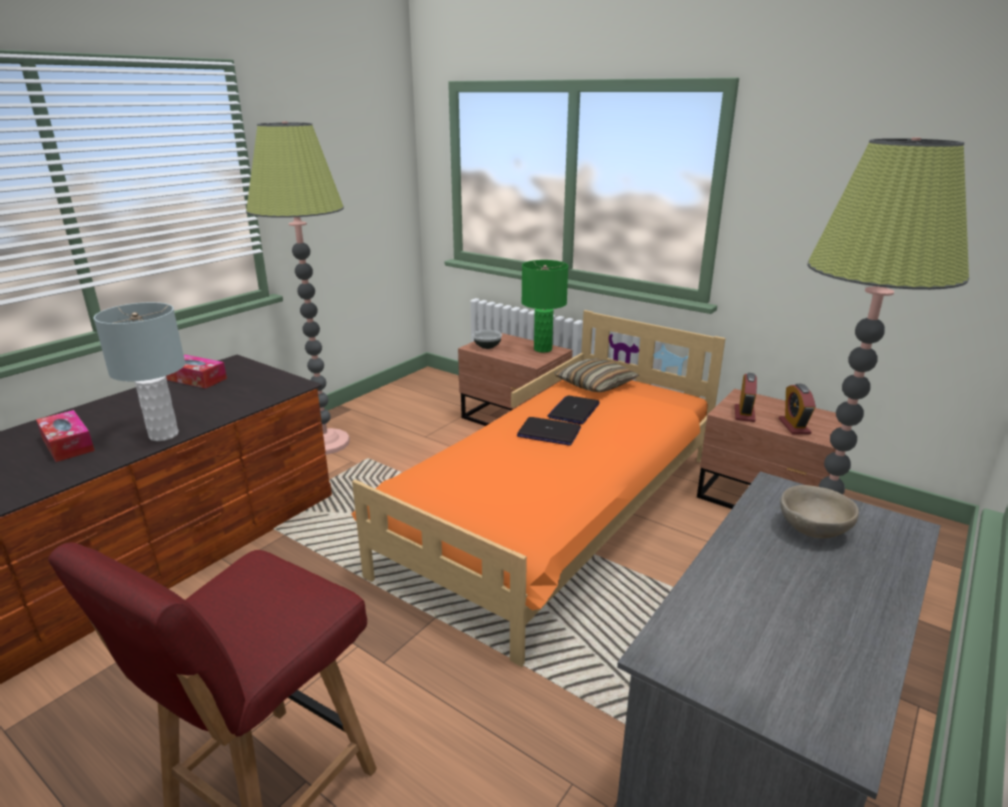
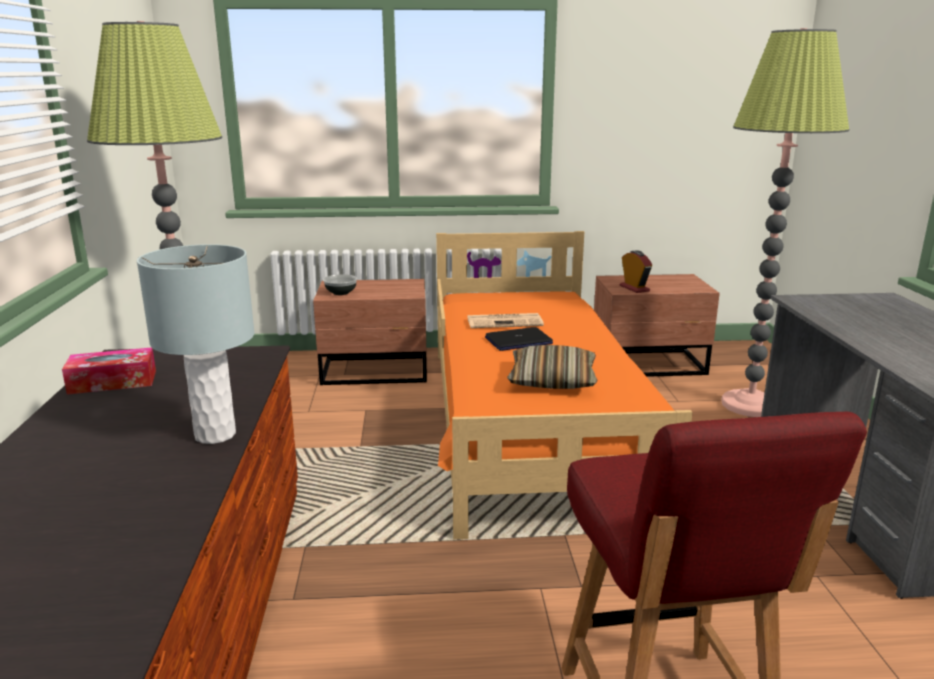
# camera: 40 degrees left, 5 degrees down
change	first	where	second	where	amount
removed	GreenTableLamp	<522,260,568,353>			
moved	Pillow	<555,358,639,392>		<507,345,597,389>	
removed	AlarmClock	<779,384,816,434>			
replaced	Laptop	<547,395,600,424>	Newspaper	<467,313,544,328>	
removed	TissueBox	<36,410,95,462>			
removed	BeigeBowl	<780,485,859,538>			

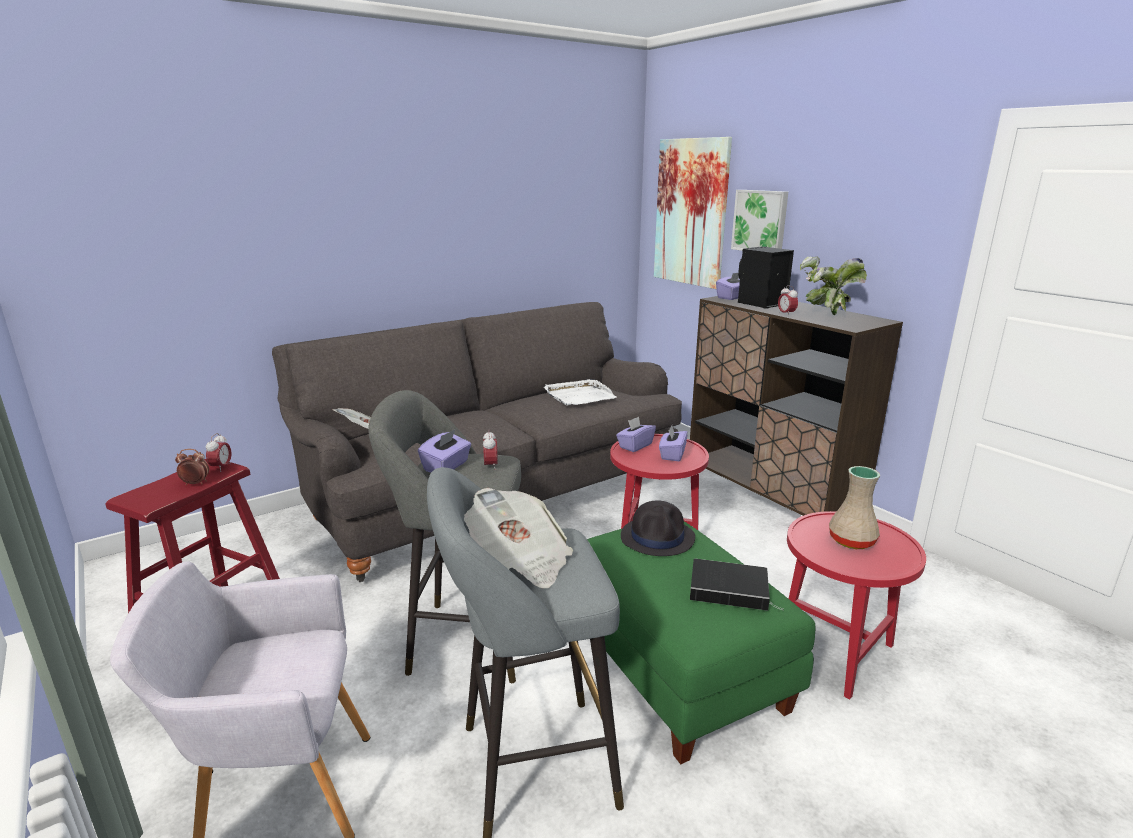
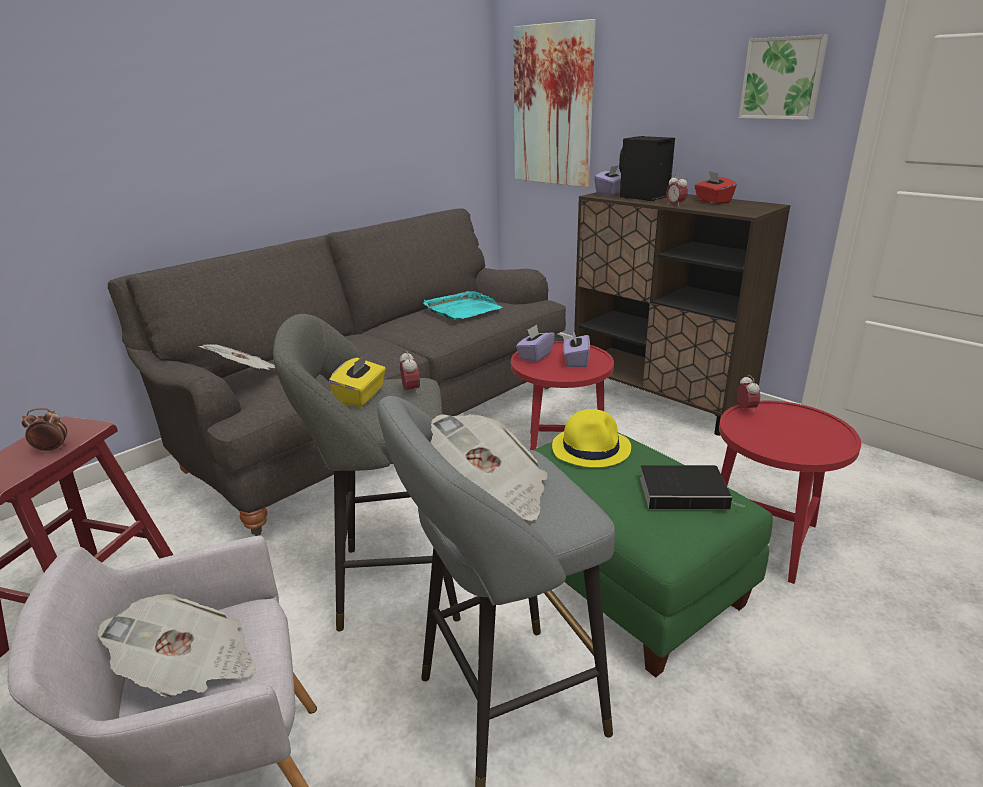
# camera: 10 degrees left, 5 degrees up
change	first	where	second	where	amount
moved	Picture	<731,190,788,251>		<739,35,828,120>	
replaced	PottedPlant	<800,256,867,315>	RedTissueBox	<695,171,737,204>	
recoloured	WhiteTray	<544,379,617,405>	TurquoiseTray	<423,291,503,320>	
recoloured	PurpleTissueBox	<418,430,471,472>	YellowTissueBox	<329,353,386,407>	
moved	AlarmClock	<206,433,232,472>		<737,375,760,414>	
removed	BeigeVase	<829,466,880,549>			
recoloured	BlackHat	<621,500,695,556>	YellowHat	<552,409,631,468>	
added			Newspaper	<98,594,256,697>	

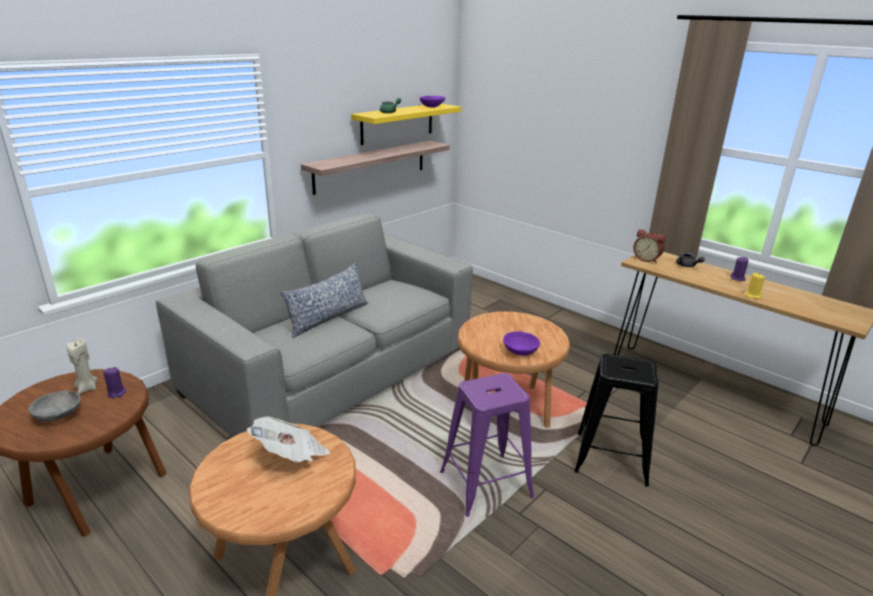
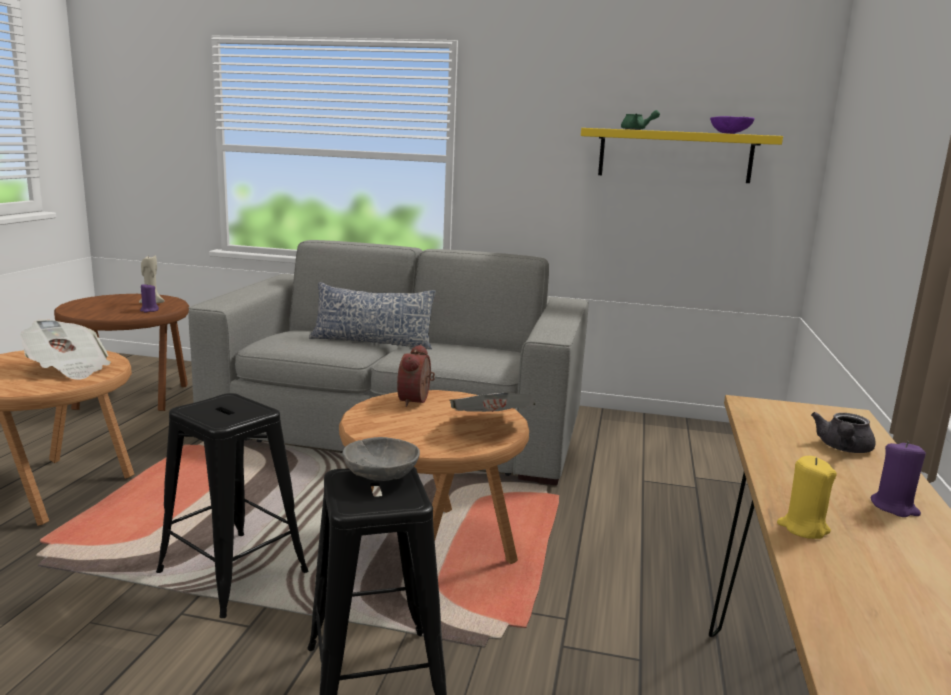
# camera: 60 degrees right, 10 degrees down
change	first	where	second	where	amount
removed	Shelf	<301,141,450,195>			
moved	AlarmClock	<633,229,666,263>		<397,344,435,407>	
removed	PurpleBowl	<503,331,540,356>			
recoloured	PurpleStool	<440,373,534,517>	BlackStool	<156,393,308,618>	
moved	GreyBowl	<28,390,81,422>		<342,437,420,481>	
added			Newspaper	<450,393,536,412>	

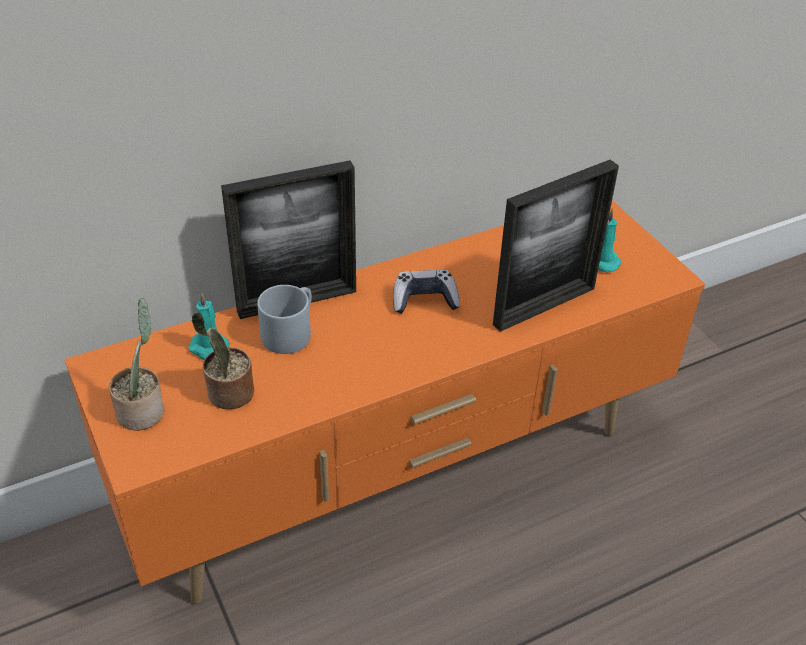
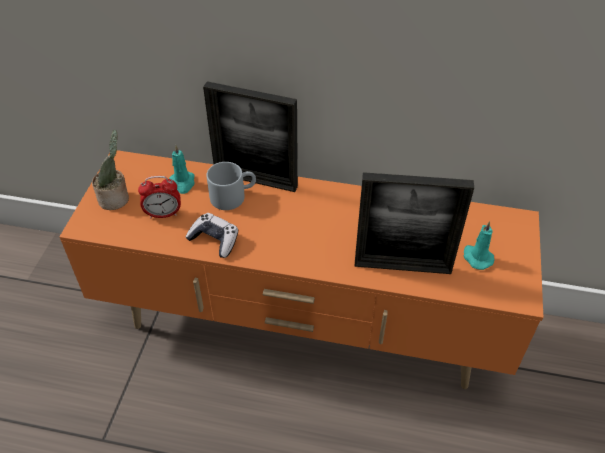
# camera: 40 degrees right, 5 degrees up
change	first	where	second	where	amount
moved	GameController	<393,269,460,314>		<186,213,238,258>	
replaced	PottedPlant	<191,311,254,409>	AlarmClock	<138,176,181,219>	

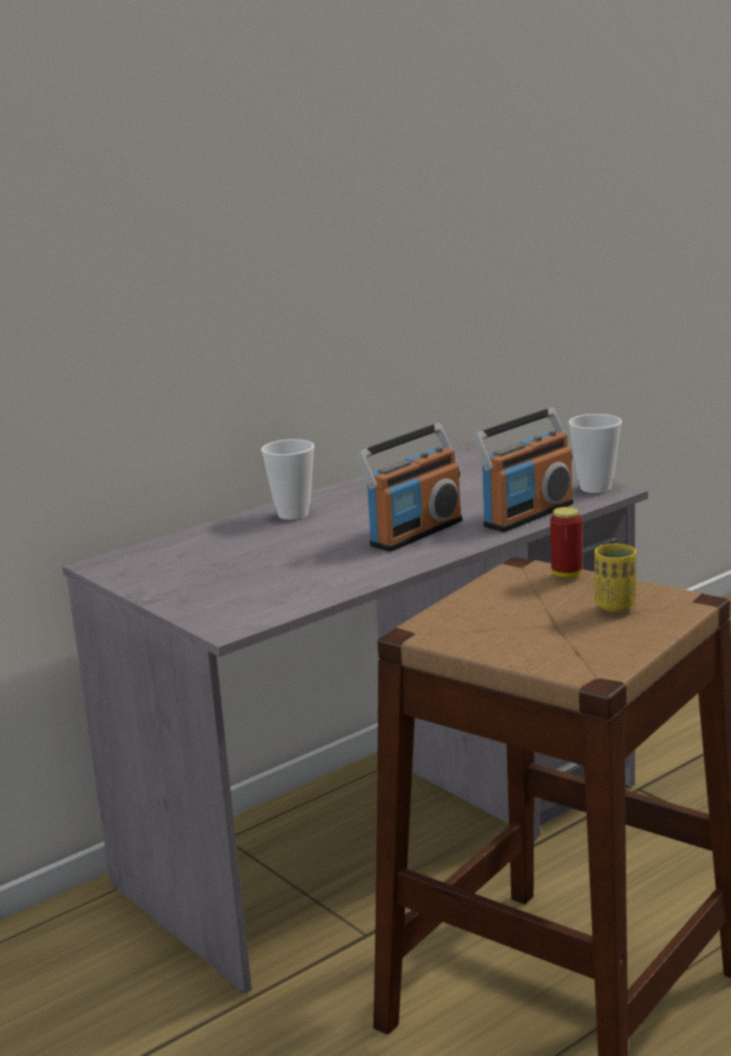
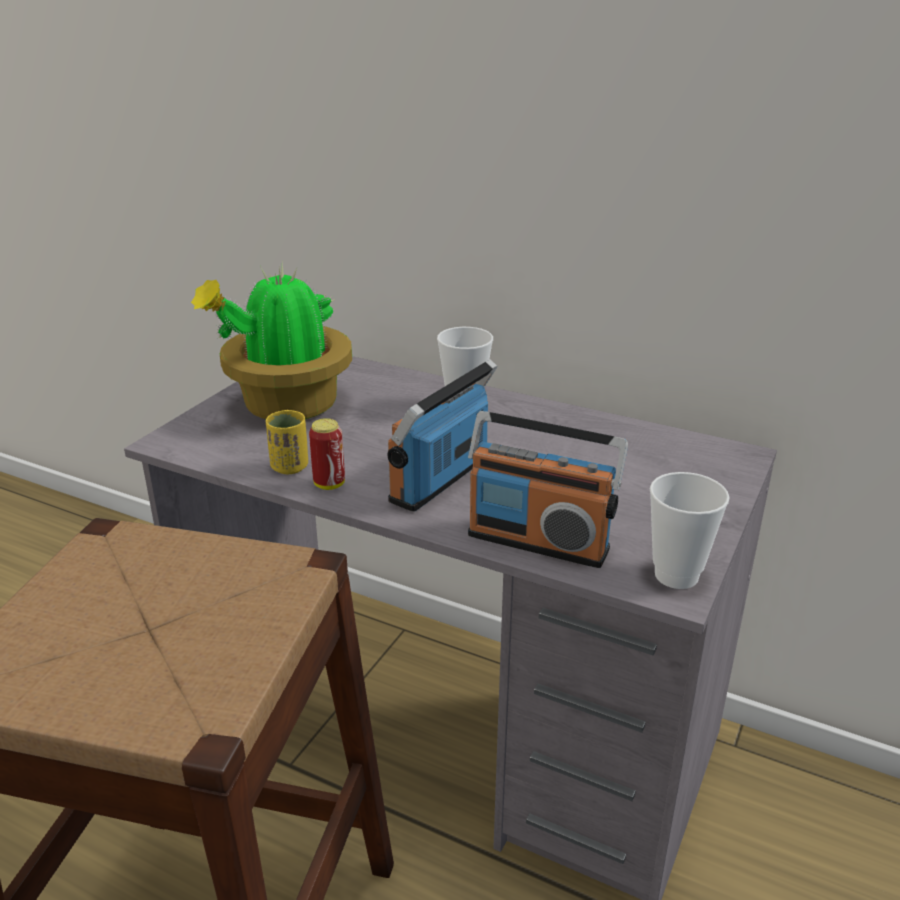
# camera: 65 degrees right, 10 degrees up
change	first	where	second	where	amount
turned	Radio	<356,423,462,552>		<387,359,497,512>	105 degrees clockwise
moved	Can	<550,507,583,578>		<309,418,345,490>	
moved	YellowCup	<594,544,636,612>		<266,410,308,474>	
added			PottedPlant	<191,262,352,419>	

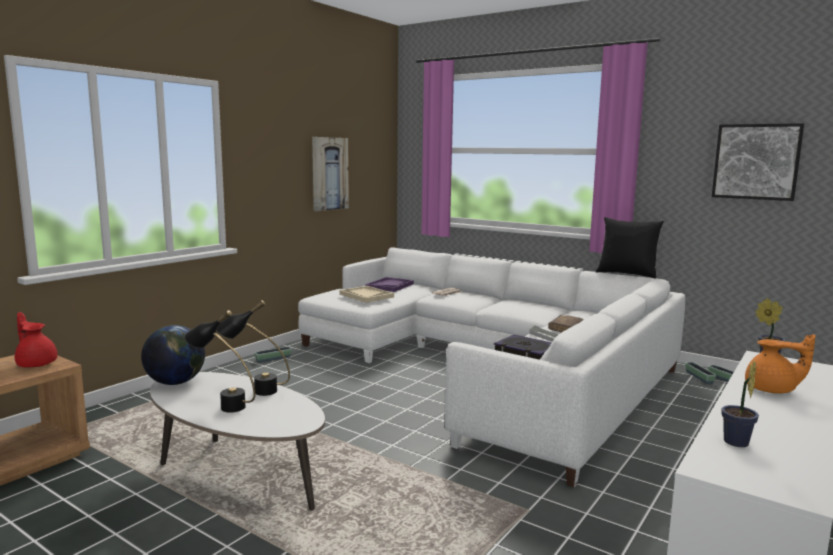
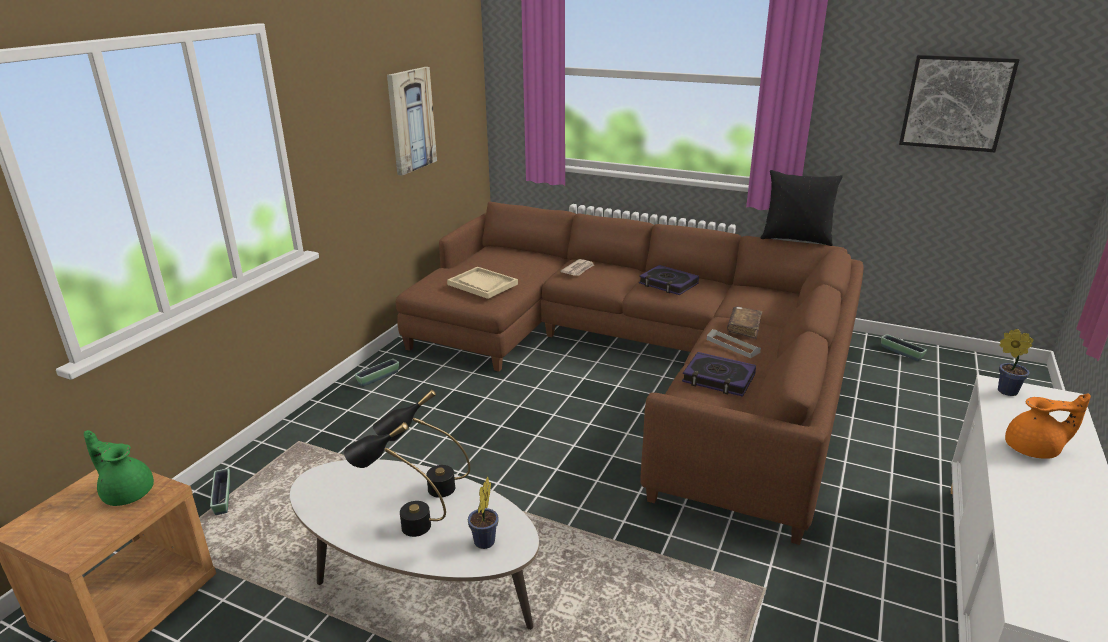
# camera: 10 degrees left, 15 degrees up
change	first	where	second	where	amount
recoloured	WhiteSofa	<298,247,685,487>	BrownSofa	<396,202,863,545>	
removed	PurpleTray	<365,277,414,292>			
recoloured	RedTeapot	<15,312,58,368>	GreenTeapot	<84,430,154,506>	
removed	Globe	<141,325,205,385>			
moved	PottedPlant	<721,361,759,447>		<468,477,499,549>	
moved	Planter	<685,362,716,384>		<210,468,230,515>	
added			Book	<639,265,699,295>	

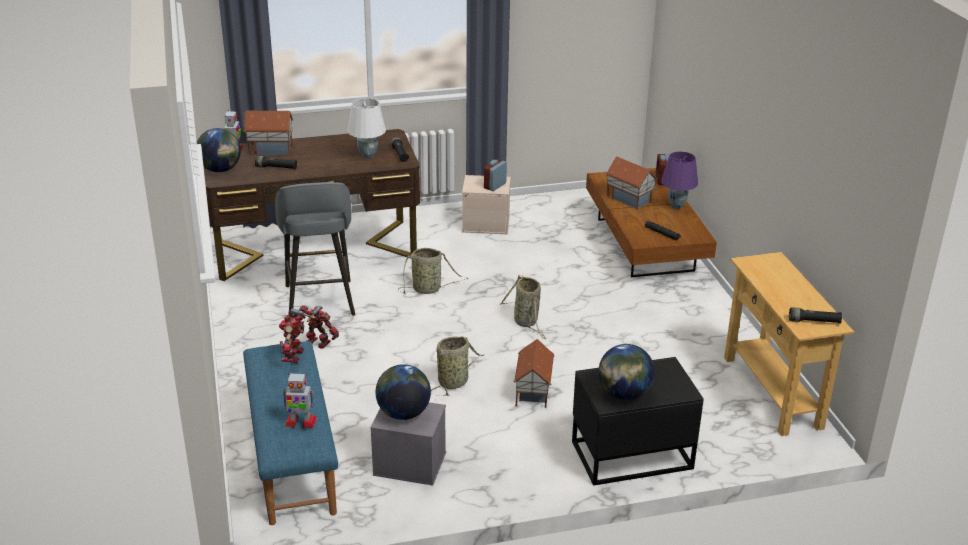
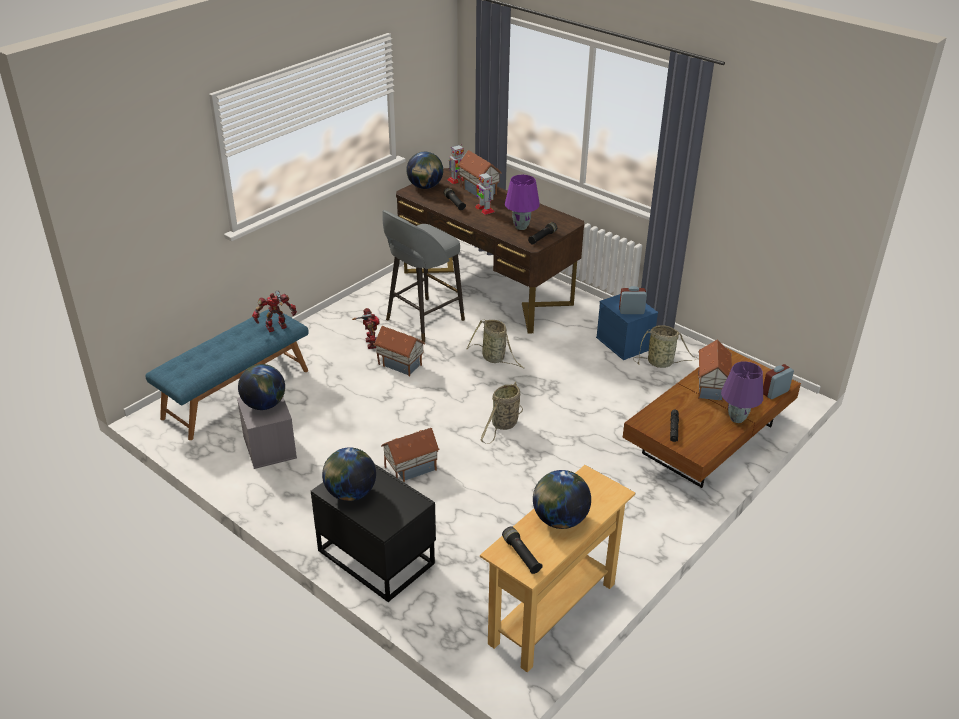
# camera: 55 degrees right, 5 degrees up
change	first	where	second	where	amount
recoloured	WhiteTableLamp	<348,98,386,159>	PurpleTableLamp	<505,175,540,230>	
recoloured	BeigeStorageBox	<462,175,511,234>	BlueStorageBox	<596,294,658,360>	
moved	Basket	<431,336,484,396>		<633,325,699,368>	
moved	ToyRobot	<282,373,317,428>		<475,172,495,215>	
added			ToyHouse	<374,326,426,377>	
added			Globe	<533,470,591,529>	

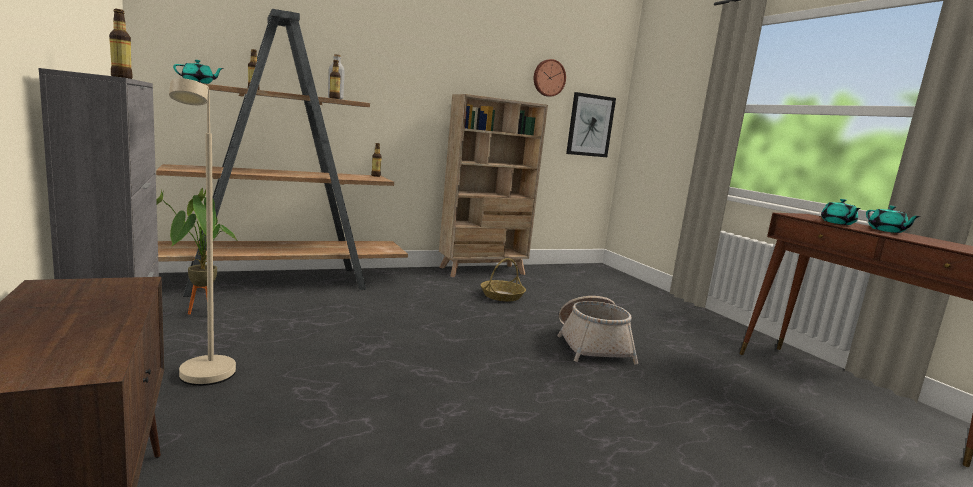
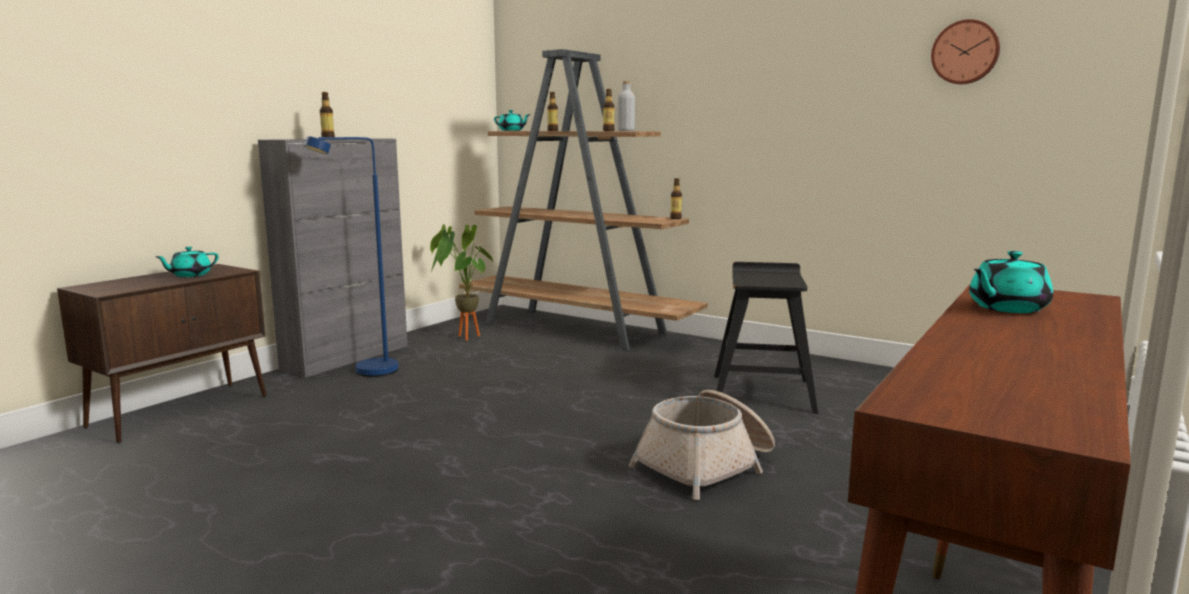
# camera: 60 degrees right, 0 degrees up
change	first	where	second	where	amount
recoloured	BeigeFloorLamp	<169,78,236,386>	BlueFloorLamp	<304,136,398,377>	
removed	Picture	<566,92,616,157>			
removed	BeigeBookcase	<439,94,548,277>			
moved	TurquoiseTeapot	<866,206,921,233>		<155,247,219,277>	
replaced	Basket	<481,258,526,301>	BlackStool	<714,262,818,414>	

